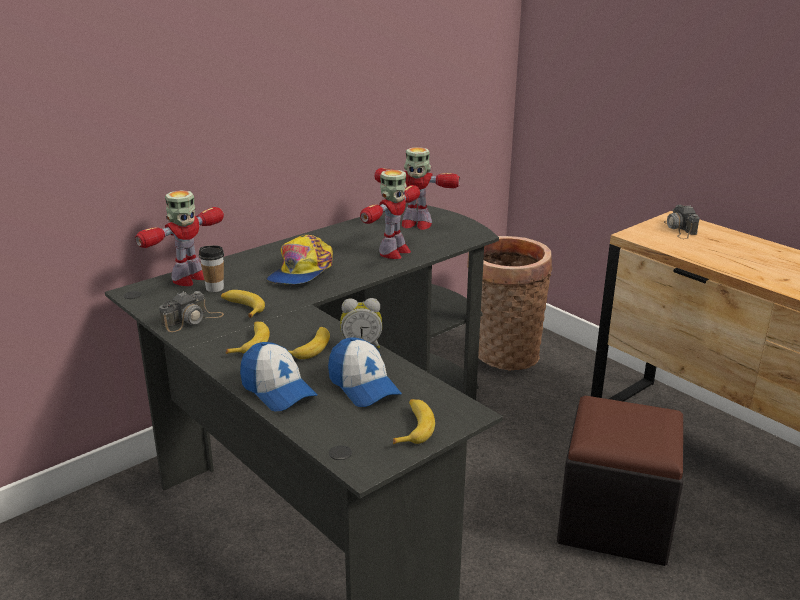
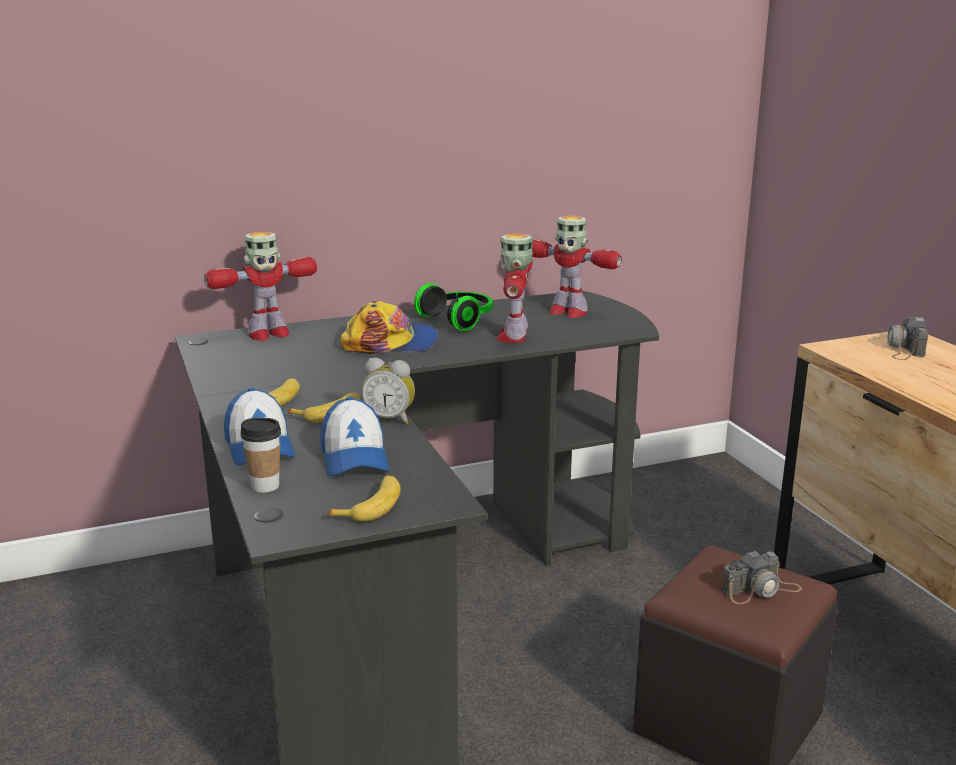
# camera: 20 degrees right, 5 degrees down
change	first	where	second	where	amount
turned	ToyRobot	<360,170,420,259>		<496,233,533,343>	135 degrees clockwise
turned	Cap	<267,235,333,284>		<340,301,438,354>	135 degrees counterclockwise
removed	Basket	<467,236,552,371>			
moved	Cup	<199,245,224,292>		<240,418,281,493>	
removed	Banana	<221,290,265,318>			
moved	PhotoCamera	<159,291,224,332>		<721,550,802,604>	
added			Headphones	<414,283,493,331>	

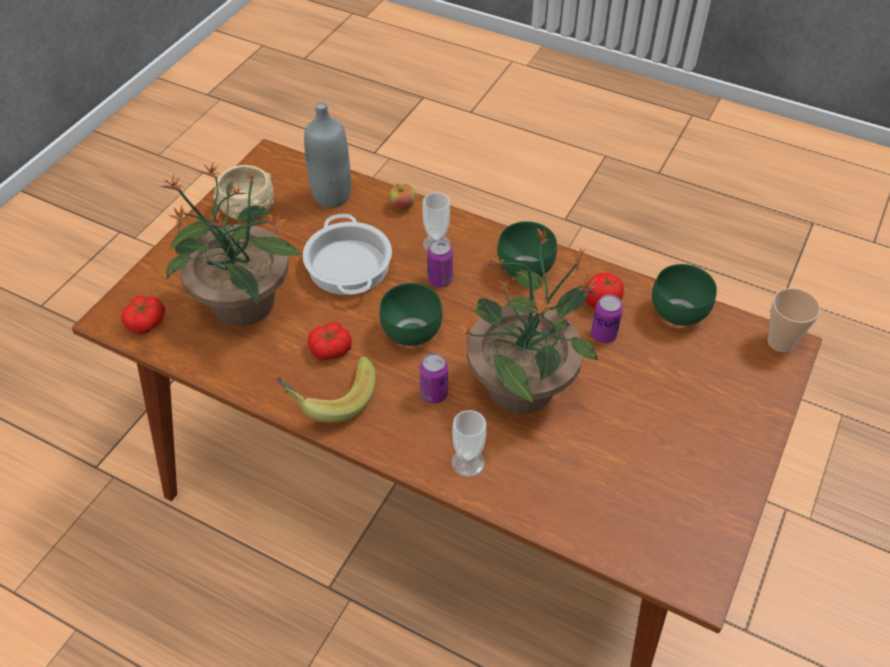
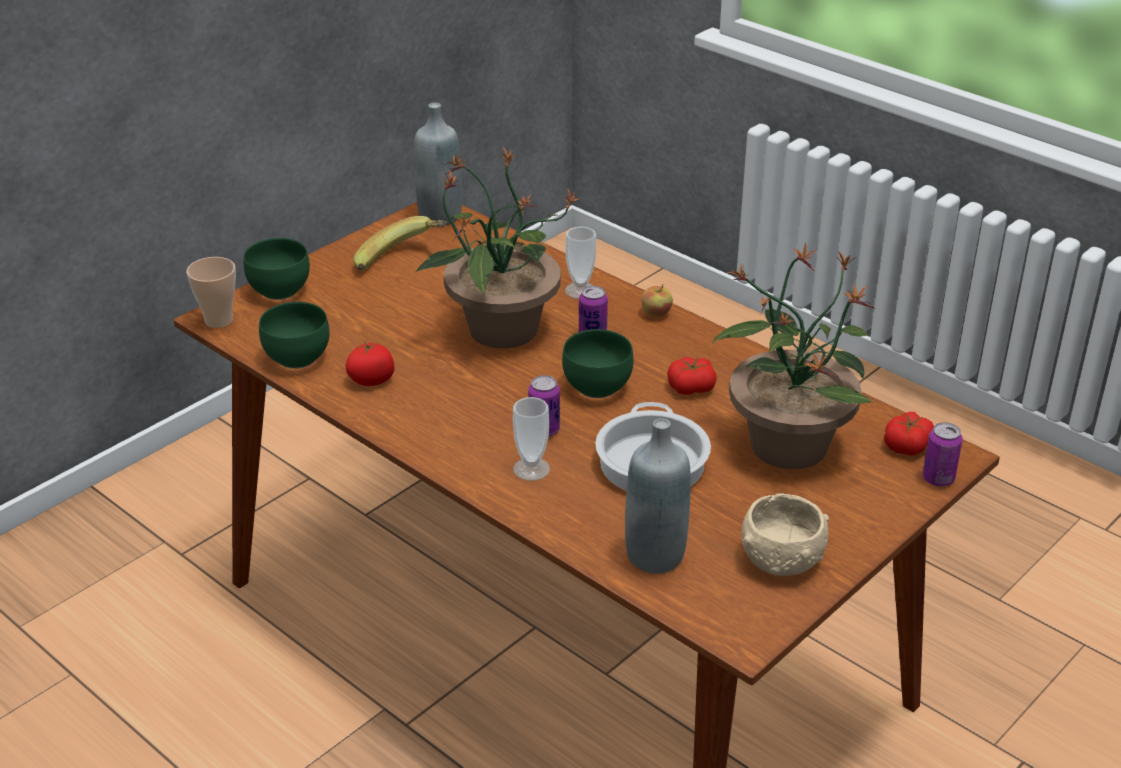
# camera: 165 degrees left, 15 degrees down
change	first	where	second	where	amount
moved	Apple	<389,184,415,210>		<642,285,673,317>	
moved	GreenBowl	<497,221,557,278>		<243,238,310,300>	
moved	Can	<591,295,623,344>		<922,422,963,487>	
moved	Banana	<276,356,376,423>		<353,216,448,271>	
added			GreyBottle	<414,103,462,225>	

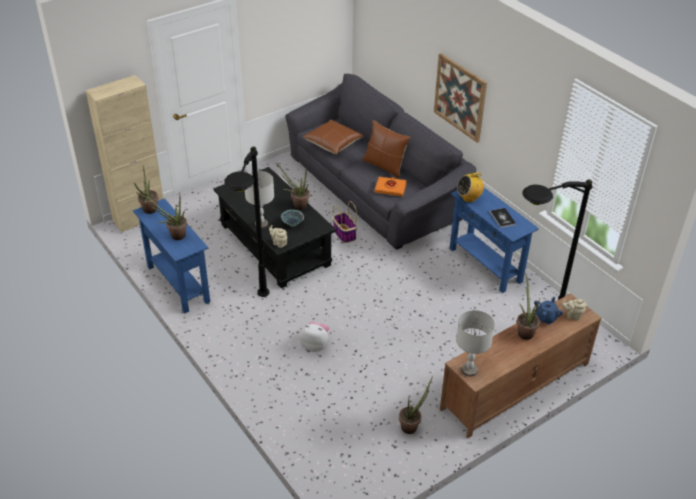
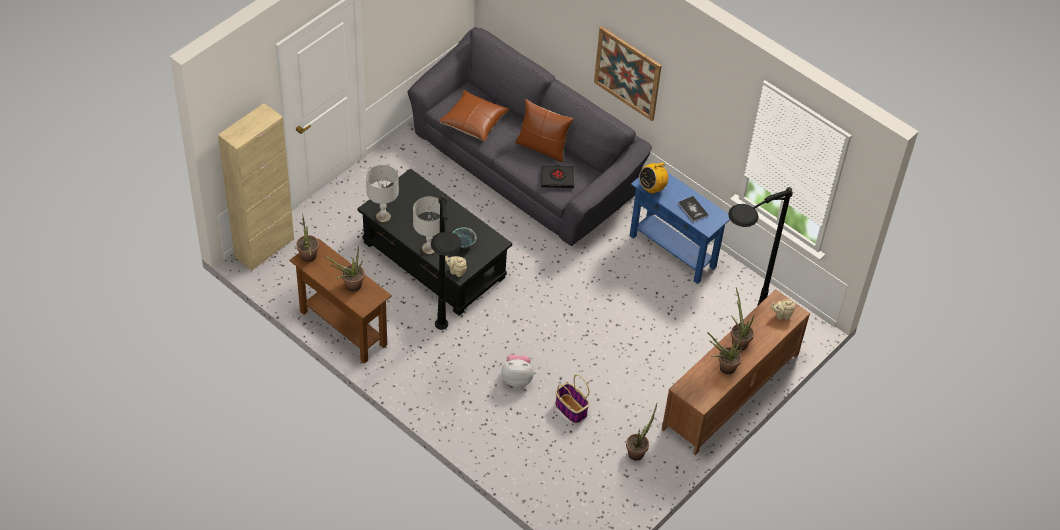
# camera: 15 degrees left, 10 degrees up
change	first	where	second	where	amount
moved	PottedPlant	<276,163,310,210>		<707,332,743,374>	
recoloured	OrangeBook	<375,177,407,197>	BlackBook	<541,164,574,188>	
recoloured	BlueConsoleTable	<133,198,210,313>	BrownConsoleTable	<289,238,392,364>	
moved	Basket	<333,201,357,243>		<555,375,589,423>	
removed	BlueTeapot	<534,296,563,325>			
moved	GreyTableLamp	<456,310,495,377>		<366,165,399,224>	

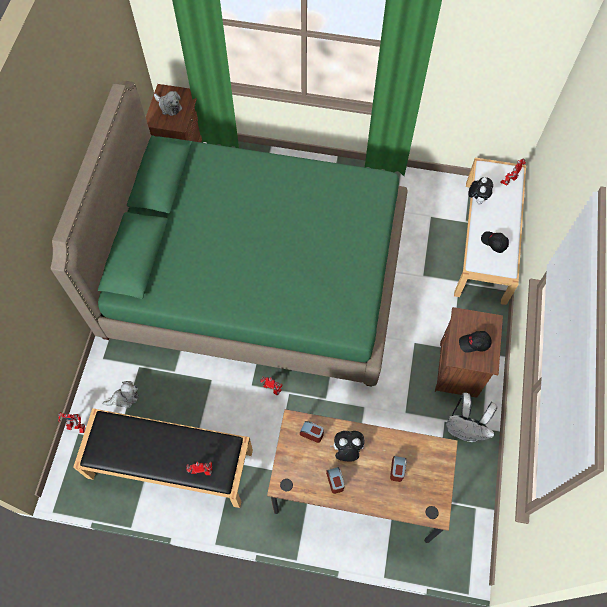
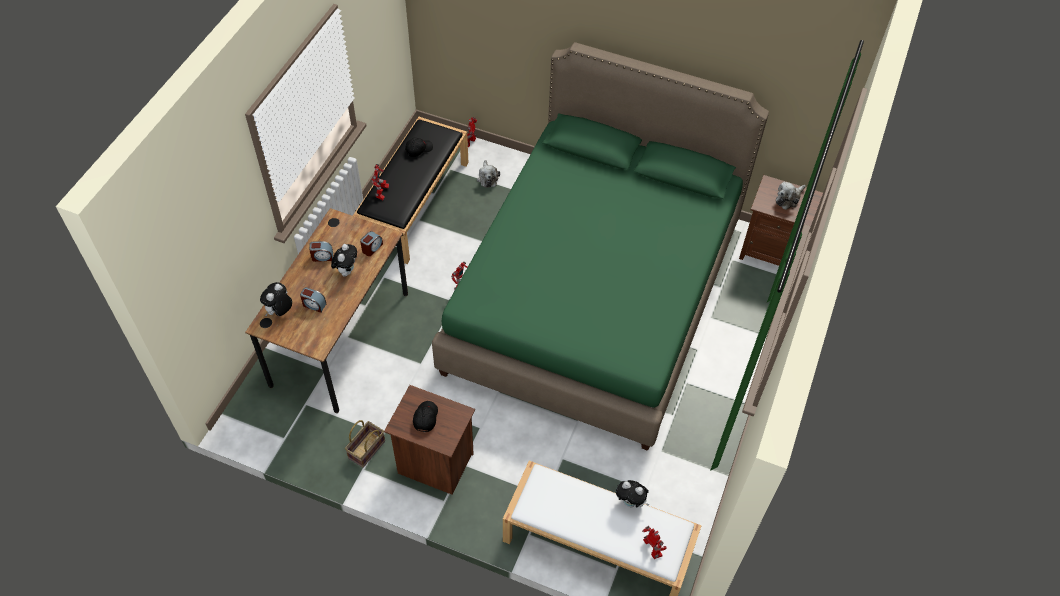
# camera: 100 degrees right, 10 degrees down
change	first	where	second	where	amount
moved	BlackCap	<481,231,509,253>		<405,137,433,157>	
replaced	WhiteBackpack	<446,393,497,442>	Basket	<345,420,385,468>	
added			PlushToy	<260,282,292,317>	

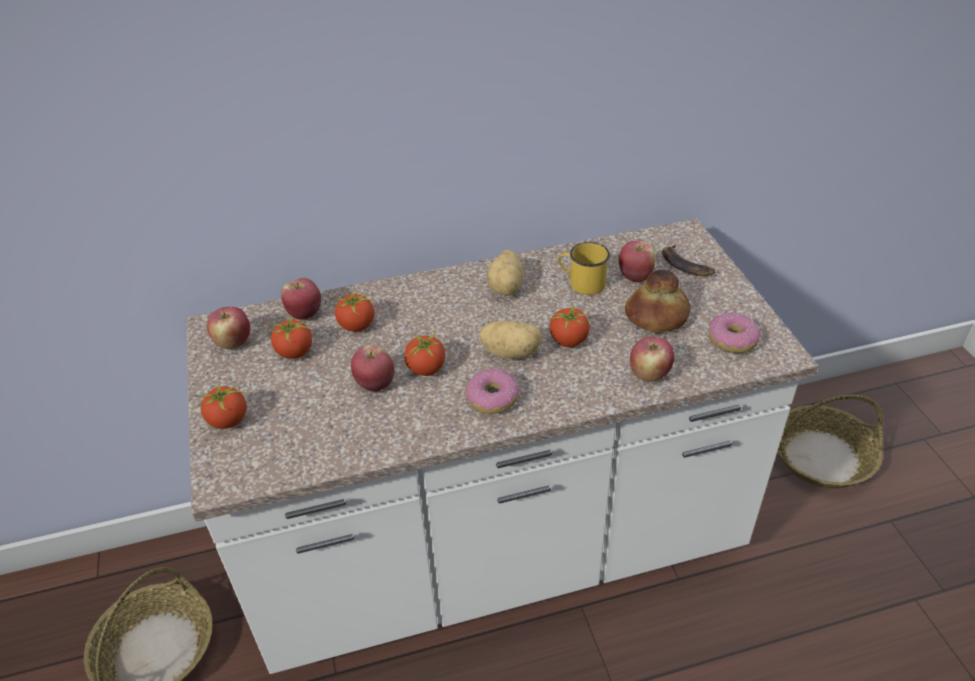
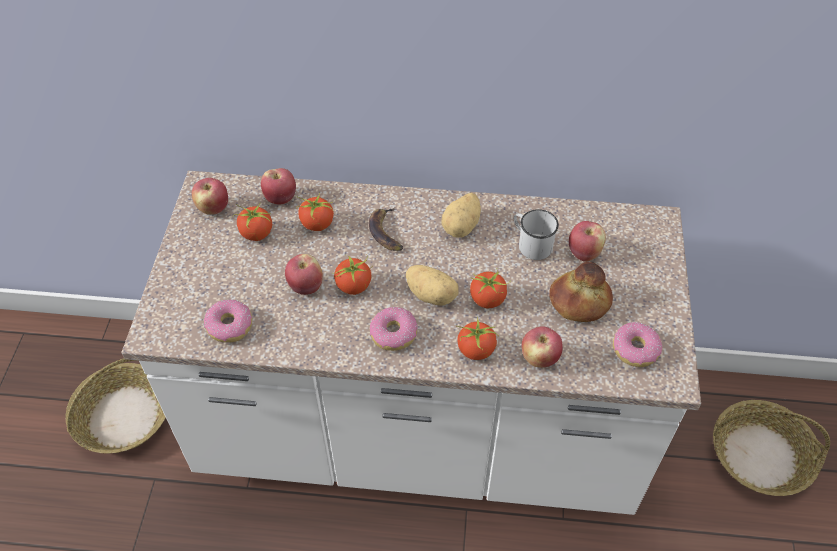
# camera: 20 degrees right, 10 degrees up
change	first	where	second	where	amount
recoloured	YellowMug	<558,242,610,295>	WhiteMug	<514,209,559,260>	
moved	Banana	<662,244,715,276>		<369,208,403,251>	
moved	Tomato	<193,382,247,429>		<456,317,499,360>	
added			Donut	<204,300,252,343>	

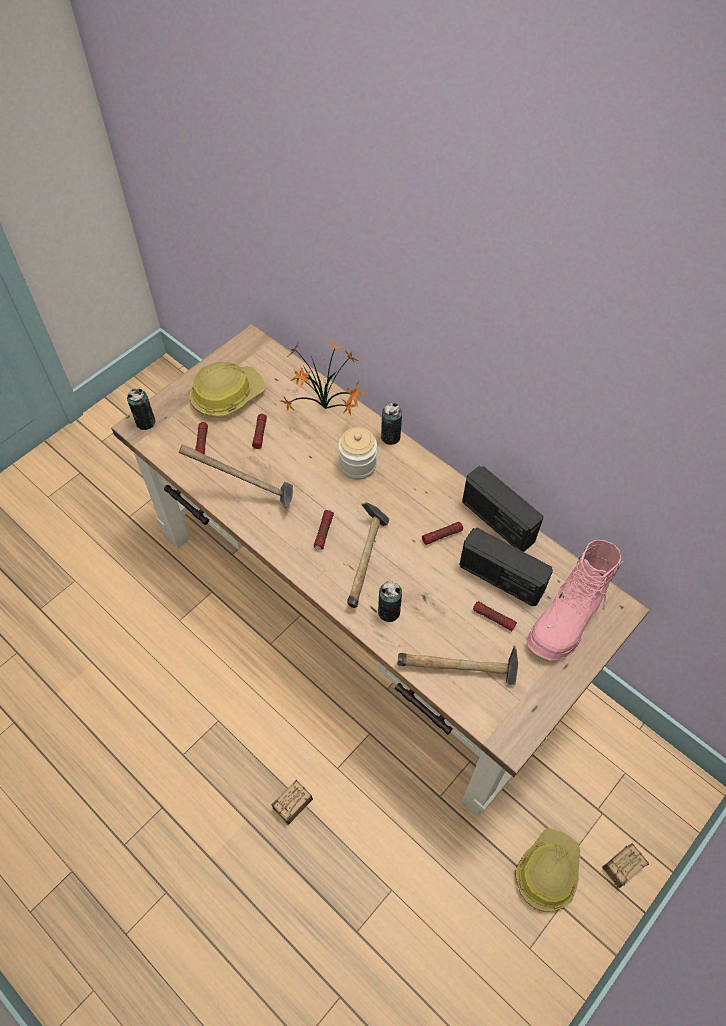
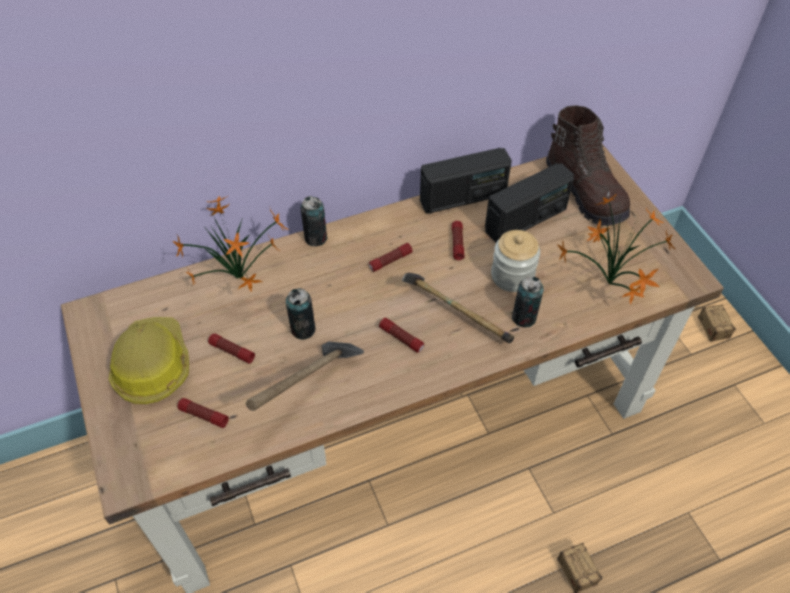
# camera: 65 degrees left, 5 degrees down
change	first	where	second	where	amount
moved	Can	<127,388,155,430>		<286,288,315,339>	
moved	Jar	<338,427,377,480>		<491,230,540,292>	
recoloured	PinkBoot	<527,540,624,661>	BrownBoot	<546,105,630,226>	
moved	Flashlight	<473,601,517,631>		<369,243,413,272>	
replaced	Hammer	<398,646,518,685>	PottedPlant	<557,193,675,305>	
removed	HardHat	<516,828,581,912>			

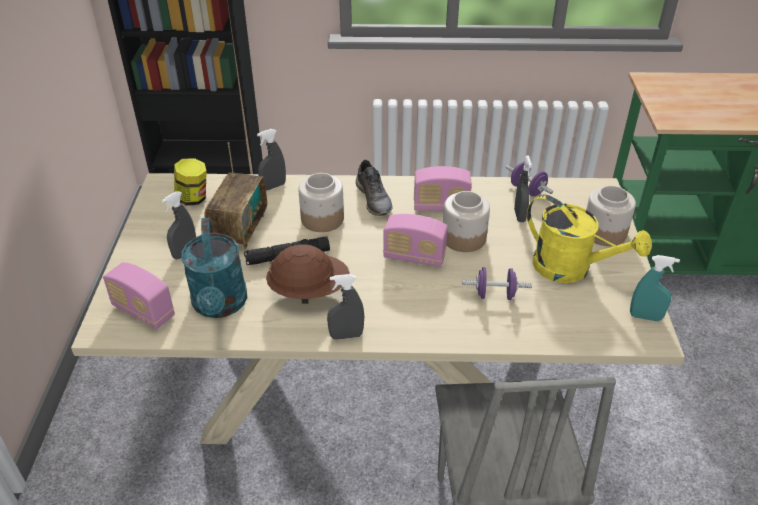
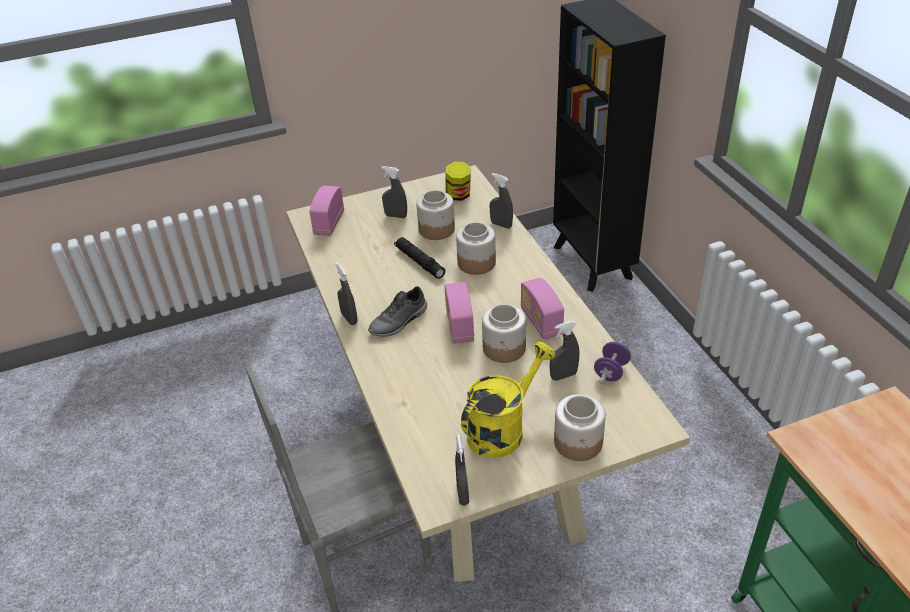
# camera: 70 degrees right, 0 degrees up
change	first	where	second	where	amount
replaced	Radio	<204,142,267,249>	Jar	<416,190,455,240>	
moved	GreyShoe	<356,160,392,216>		<368,287,427,336>	
turned	YellowWateringCan	<527,195,652,283>		<461,342,556,458>	150 degrees counterclockwise
removed	TurquoiseWateringCan	<181,217,247,318>			
removed	BrownHardHat	<266,244,350,304>			
recoloured	TurquoiseSprayBottle	<630,255,680,321>	GreySprayBottle	<455,435,469,505>	
removed	PurpleDumbbell	<462,267,532,300>			

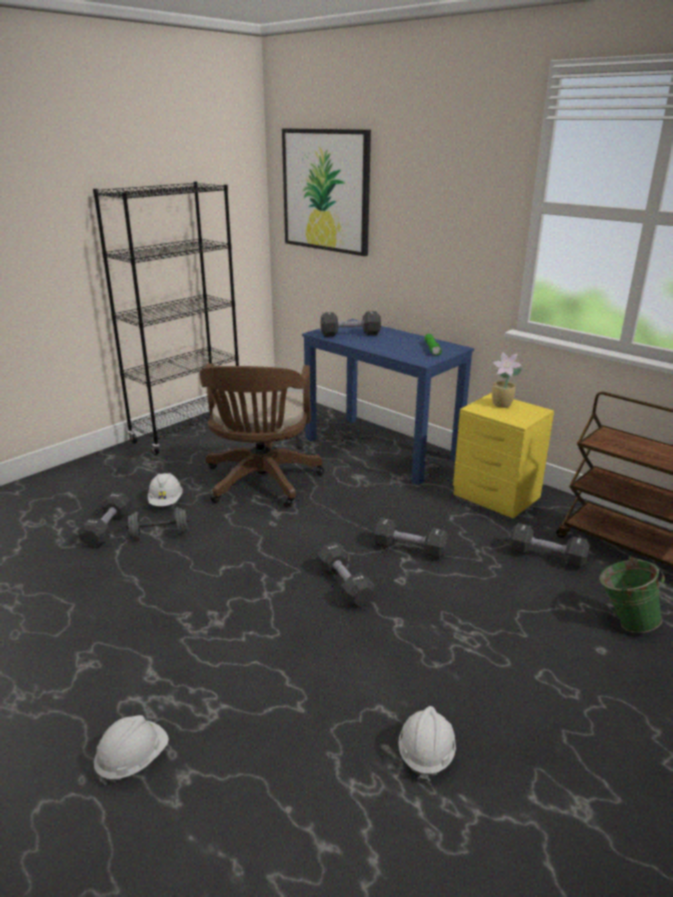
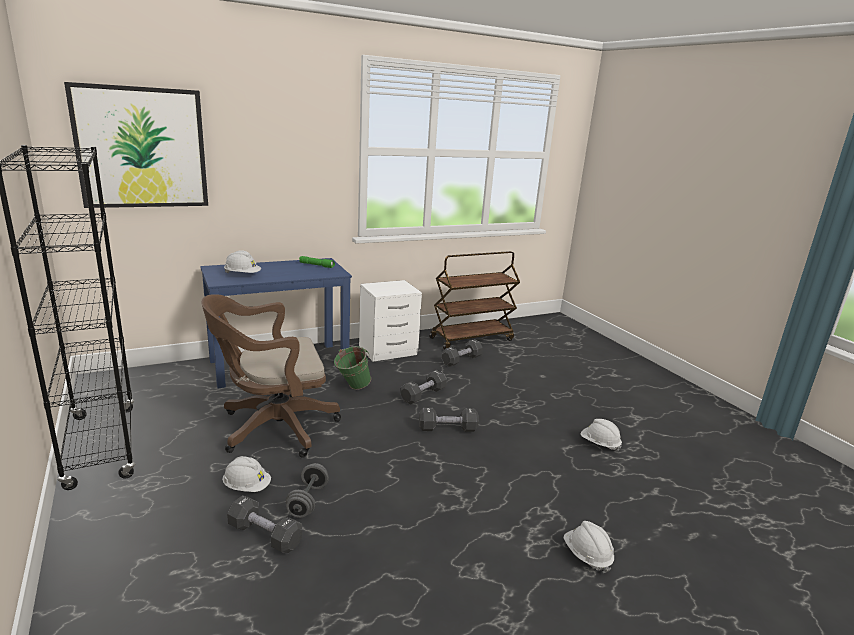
# camera: 70 degrees left, 5 degrees down
change	first	where	second	where	amount
replaced	BlackDumbbell	<320,311,381,337>	WhiteHardHat	<224,250,261,273>	
removed	PottedPlant	<492,352,522,408>			
turned	BrownOfficeChair	<200,364,324,508>		<201,294,341,458>	135 degrees clockwise
recoloured	YellowNightstand	<453,393,554,519>	WhiteNightstand	<359,280,422,362>	
moved	GreenBucket	<600,556,665,633>		<334,346,371,390>	

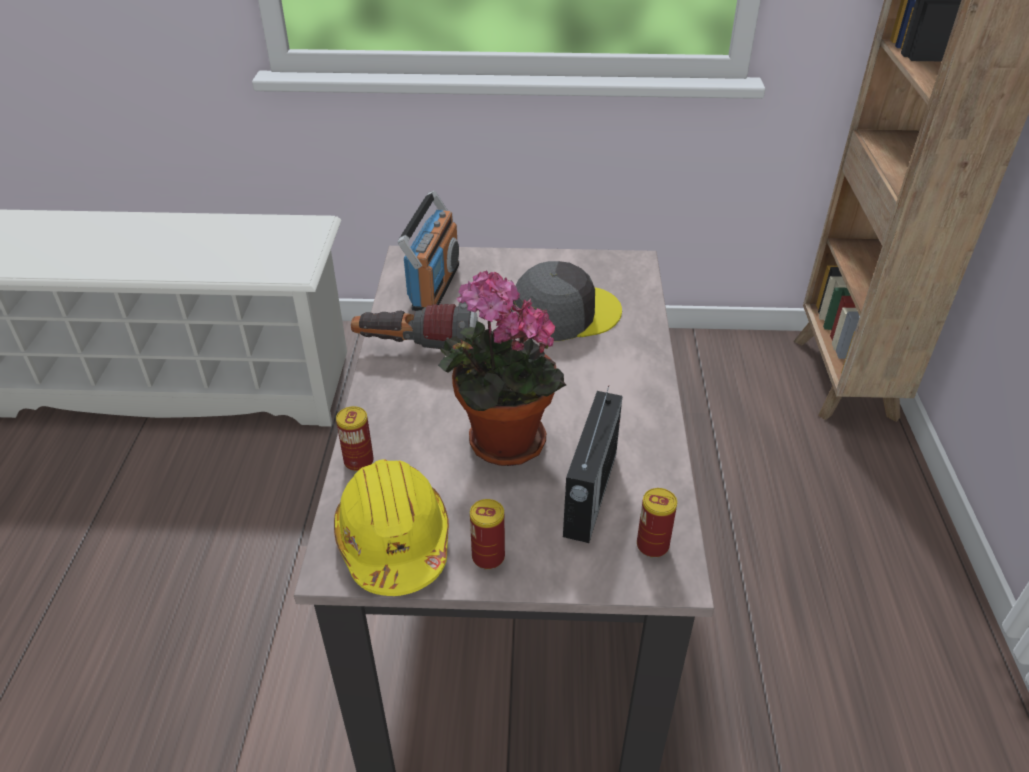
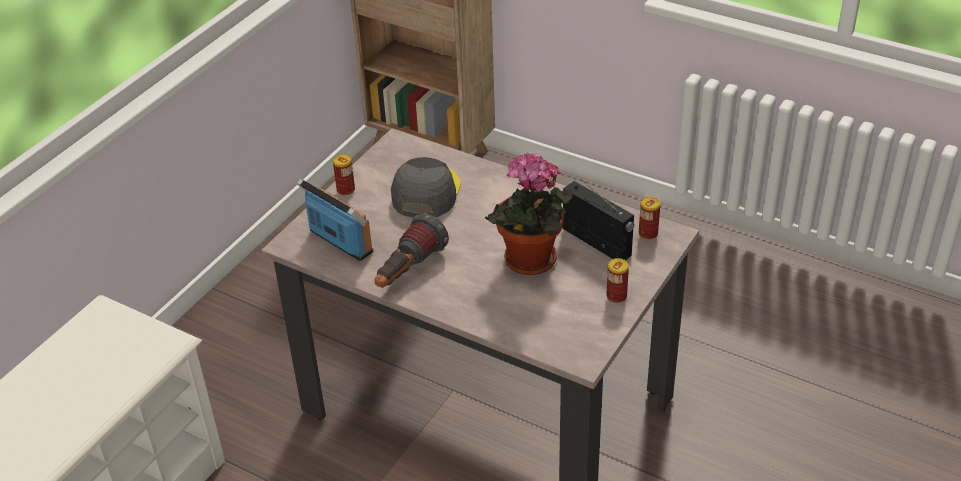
# camera: 60 degrees left, 0 degrees up
change	first	where	second	where	amount
moved	Can	<336,406,374,472>		<333,154,355,195>	
removed	YellowHardHat	<334,459,449,596>			

